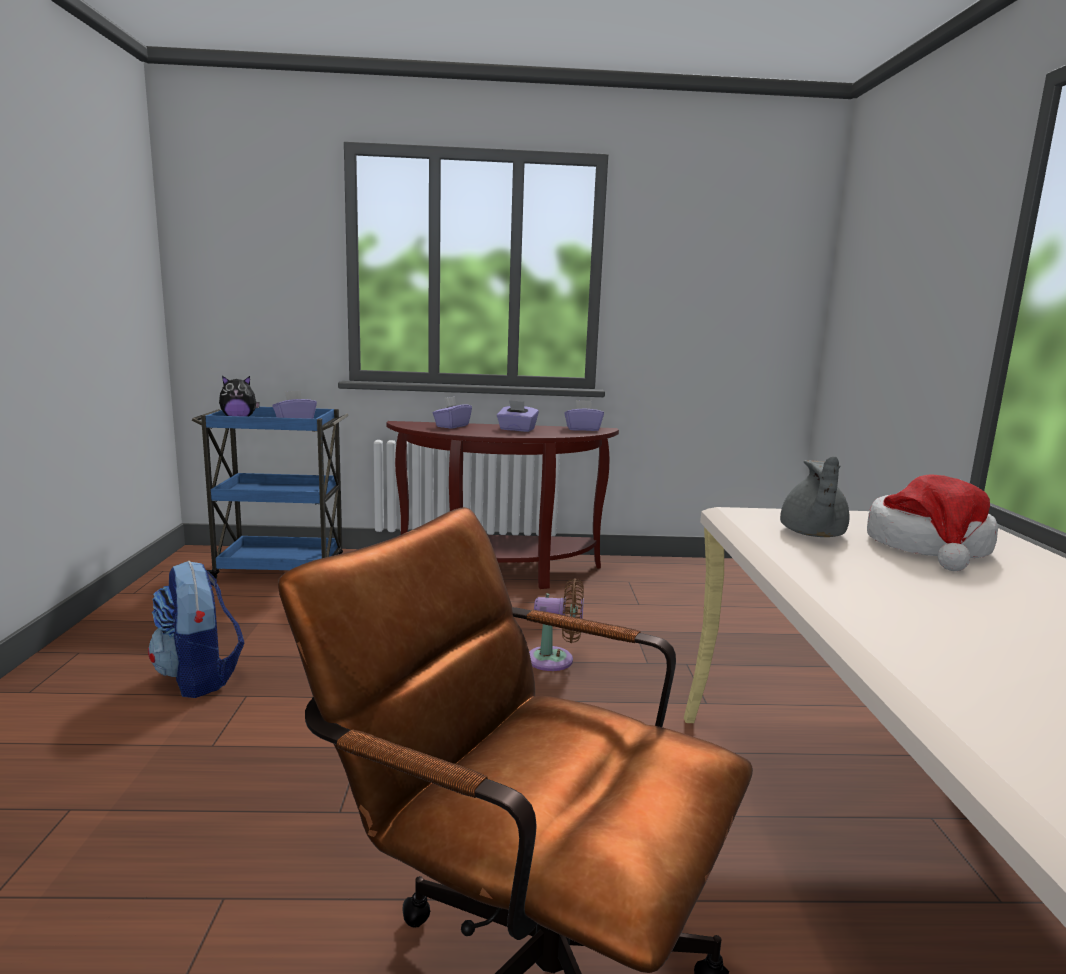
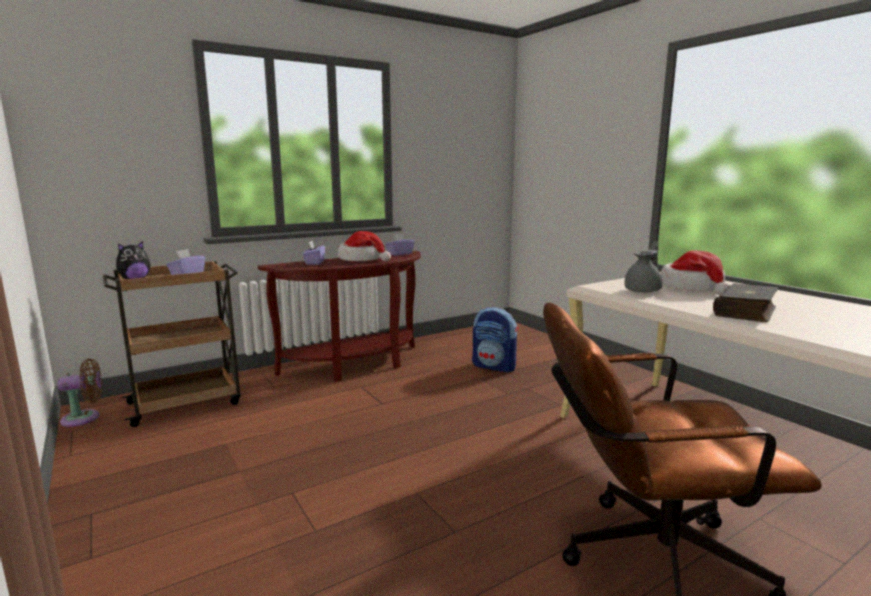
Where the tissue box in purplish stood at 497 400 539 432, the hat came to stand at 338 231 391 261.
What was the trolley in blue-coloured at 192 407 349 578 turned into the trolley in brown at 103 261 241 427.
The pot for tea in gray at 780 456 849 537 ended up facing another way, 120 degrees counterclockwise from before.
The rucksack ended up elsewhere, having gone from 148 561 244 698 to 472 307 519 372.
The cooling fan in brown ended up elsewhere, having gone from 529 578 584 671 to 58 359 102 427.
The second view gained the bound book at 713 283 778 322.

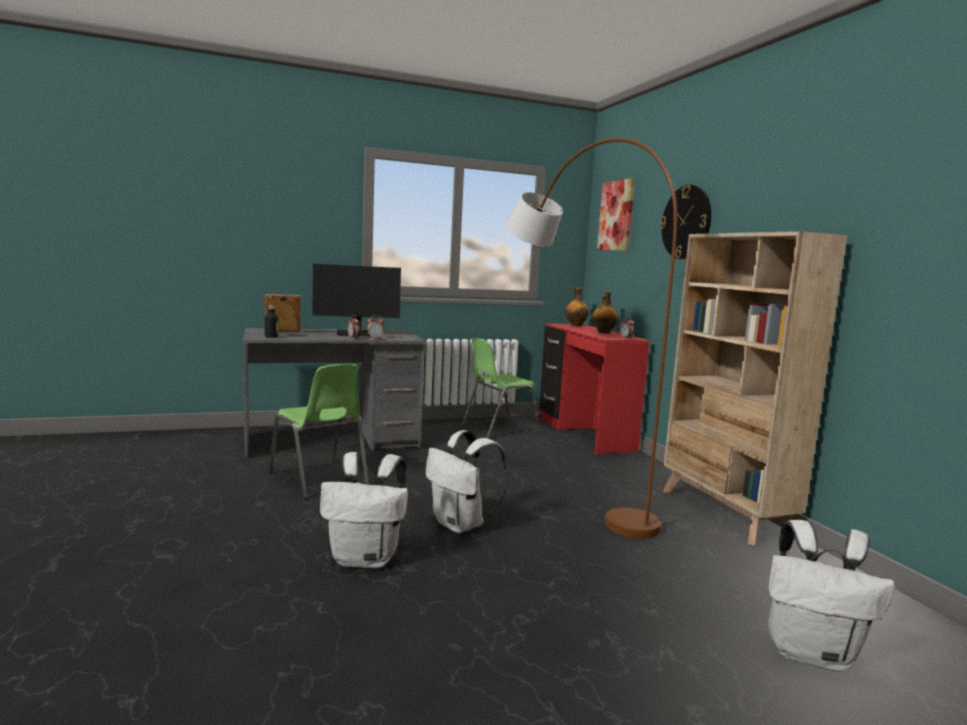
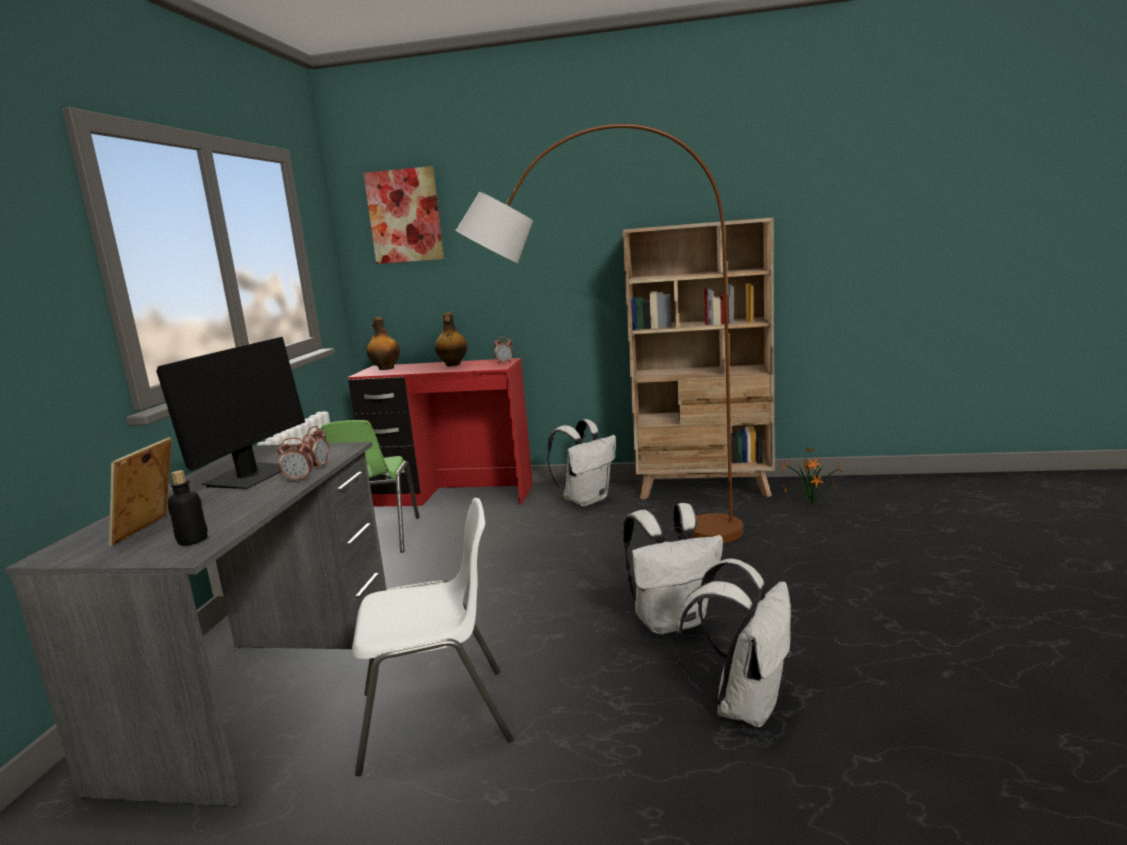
The second view lost the clock on the wall at 660 185 711 259.
What was the plain chair in green-coloured at 269 364 369 499 turned into the plain chair in white at 352 498 513 776.
The rucksack in white ended up elsewhere, having gone from 768 520 895 672 to 547 419 616 507.
The second view gained the potted plant at 781 447 843 504.

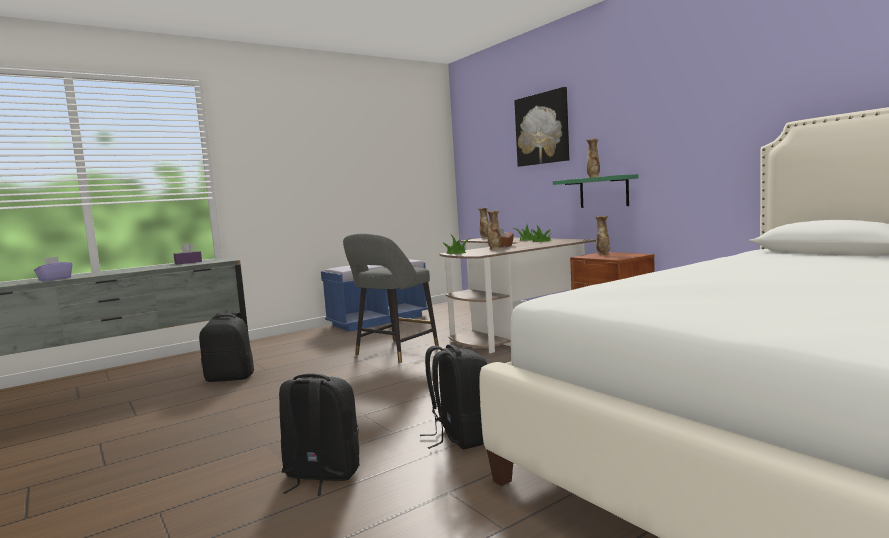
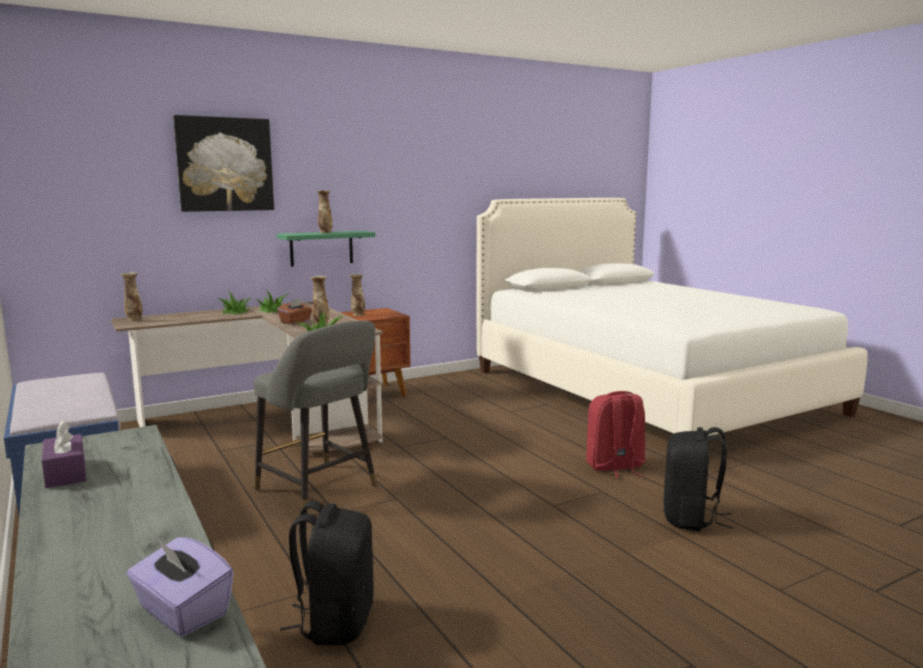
What was the rucksack in blackish at 420 345 487 449 turned into the rucksack in red-coloured at 586 391 646 478.

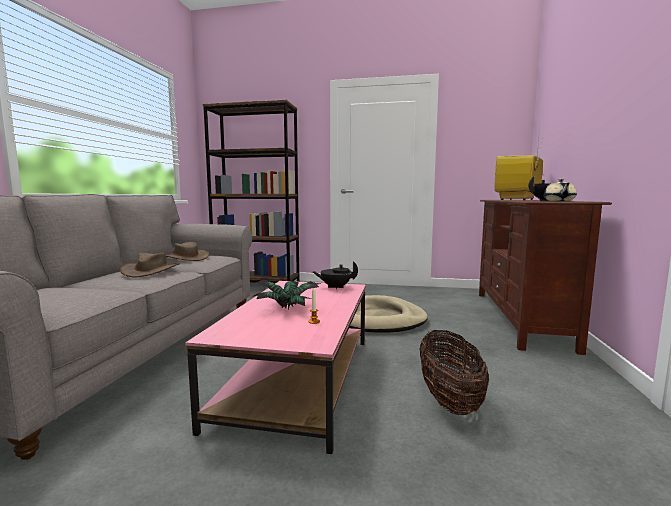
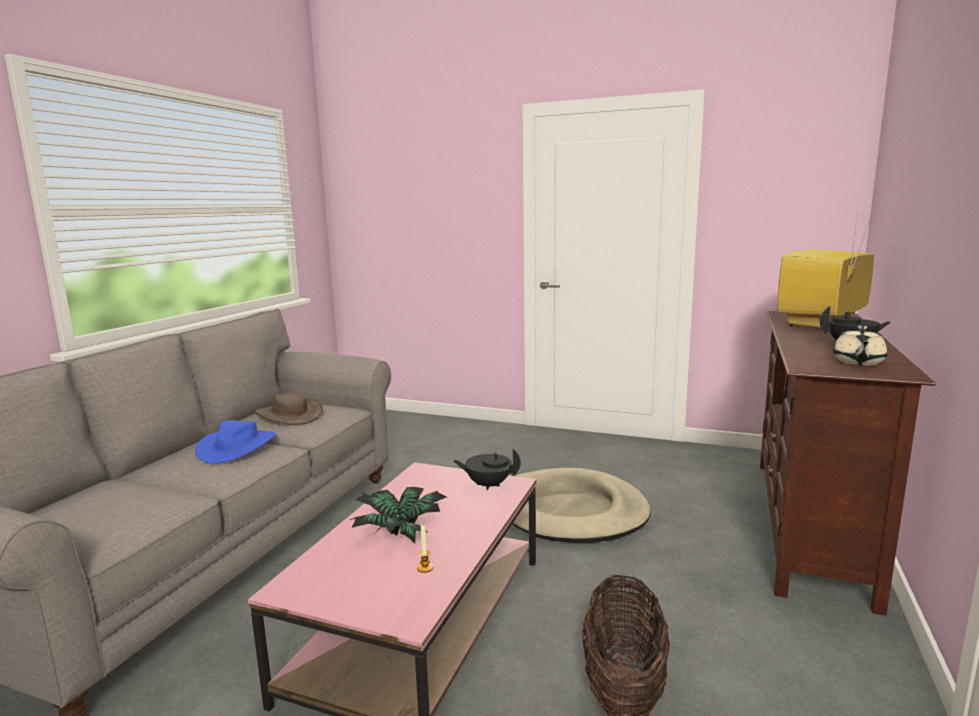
The second view lost the bookcase in brown at 203 100 299 283.
What was the hat in brown at 120 253 180 277 turned into the hat in blue-coloured at 195 420 276 464.

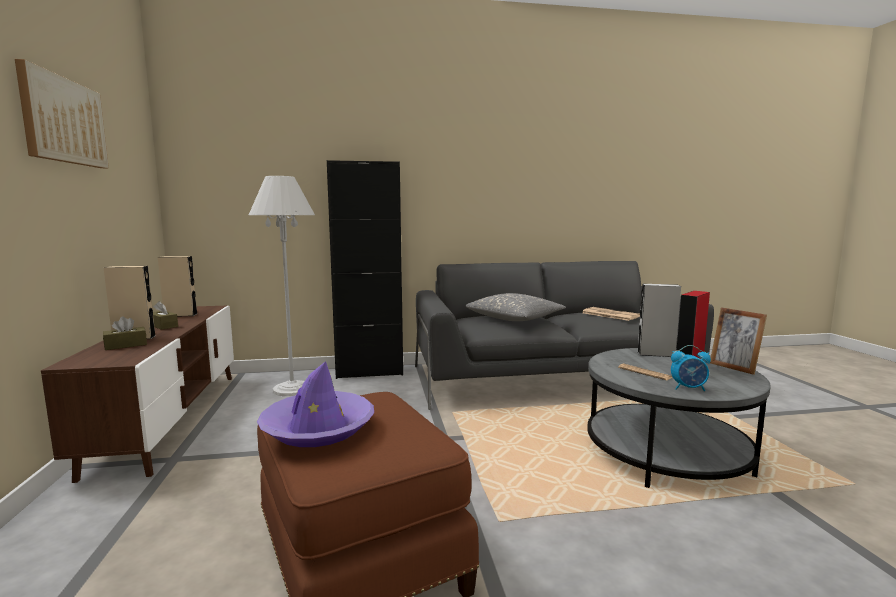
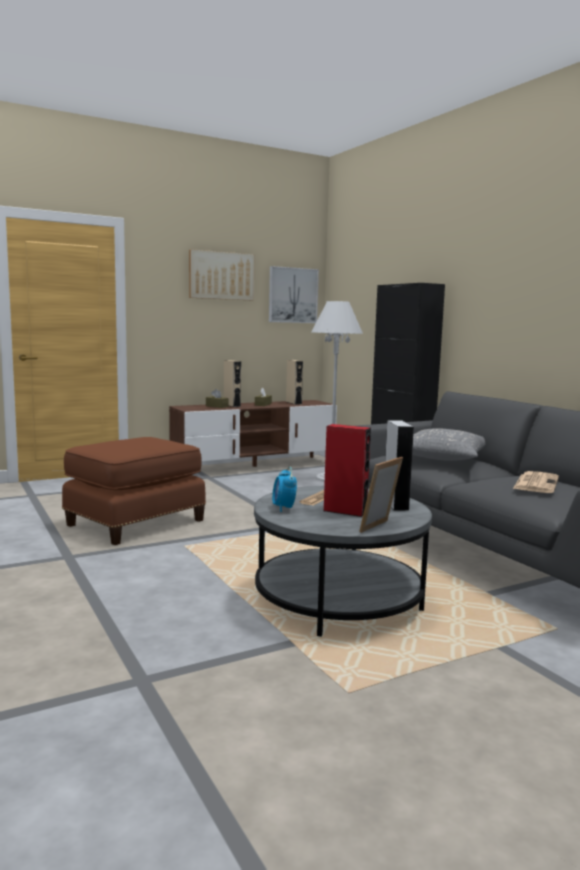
The second view lost the hat in purplish at 257 361 374 447.
The second view gained the wall art at 269 266 319 323.

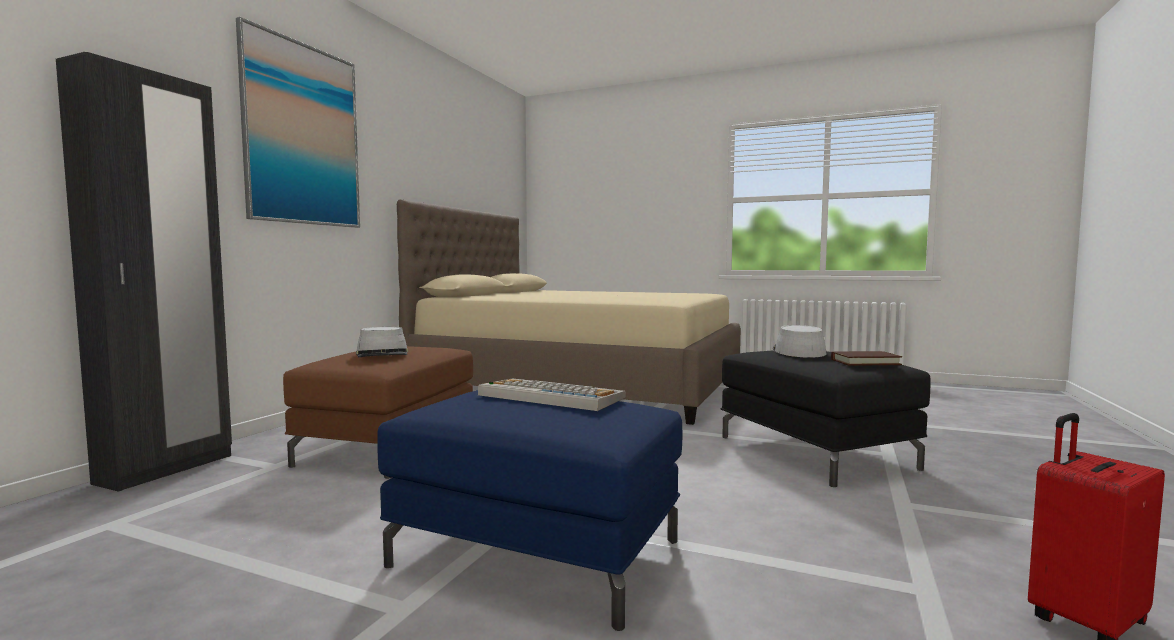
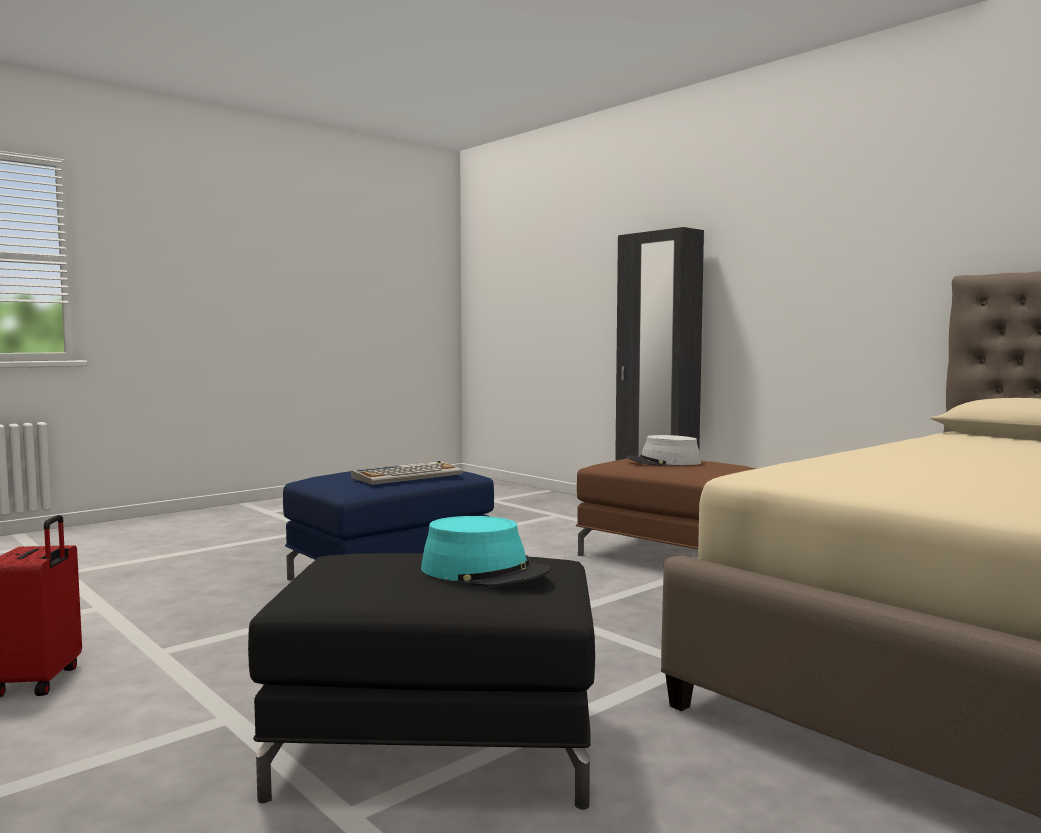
The second view lost the wall art at 236 17 360 228.
What was the hat in gray at 773 325 827 358 turned into the hat in blue-green at 421 516 551 587.
The second view lost the bound book in brown at 831 351 902 366.

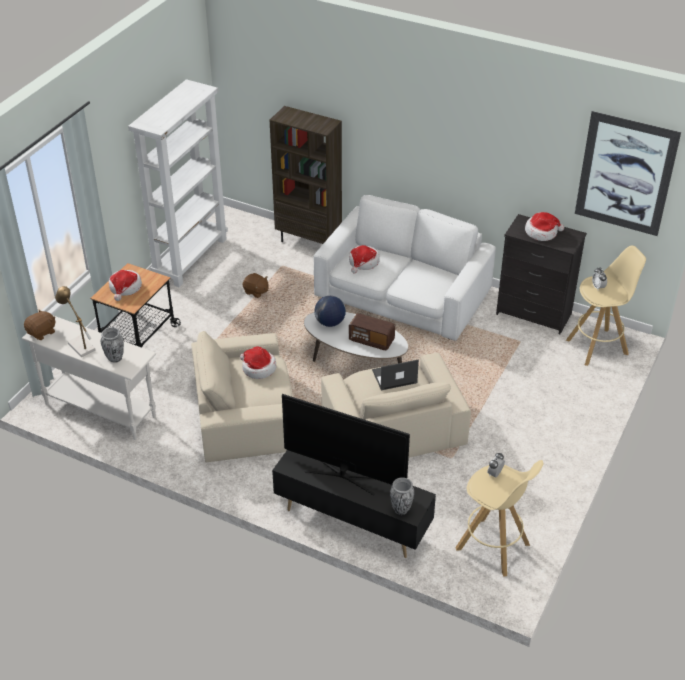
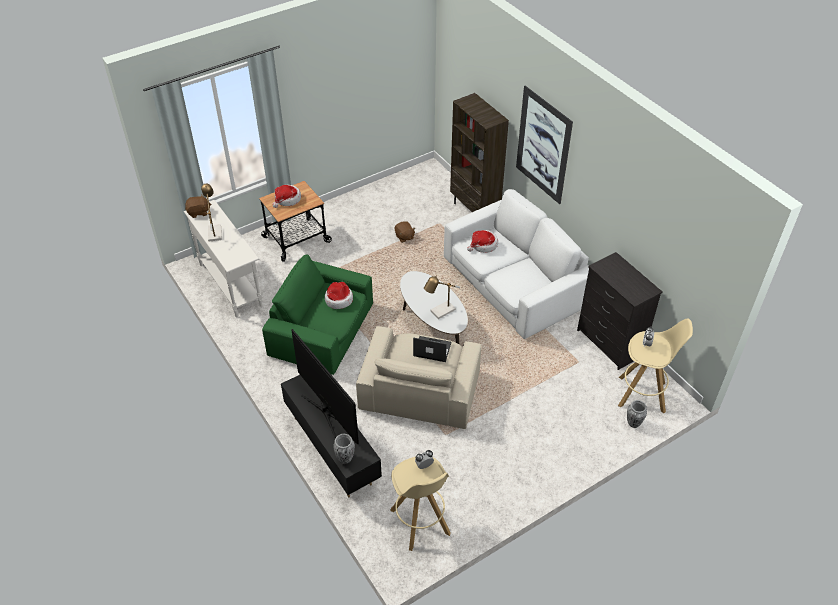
The second view lost the bookcase in white at 128 79 228 287.
The wall art ended up elsewhere, having gone from 575 111 681 236 to 516 85 573 204.
The second view lost the hat at 525 212 564 241.
The second view lost the globe at 314 296 346 327.
Where the radio receiver stood at 349 313 395 350, the tabletop lamp came to stand at 424 275 460 319.
The decorative vase ended up elsewhere, having gone from 101 327 124 363 to 627 400 647 428.
What was the easy chair in beige-coloured at 191 331 293 462 turned into the easy chair in green-coloured at 262 254 373 375.

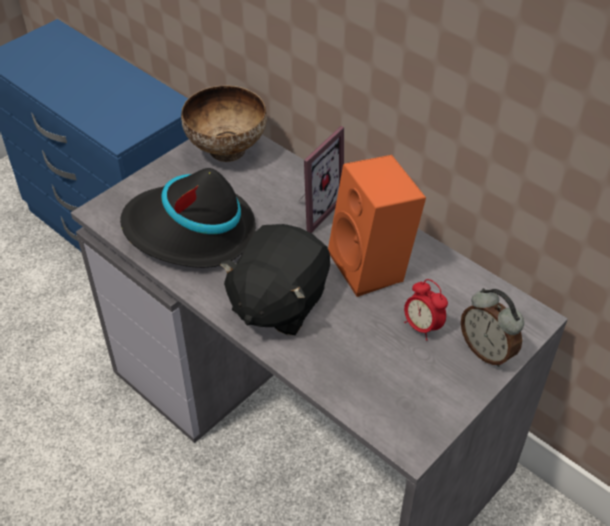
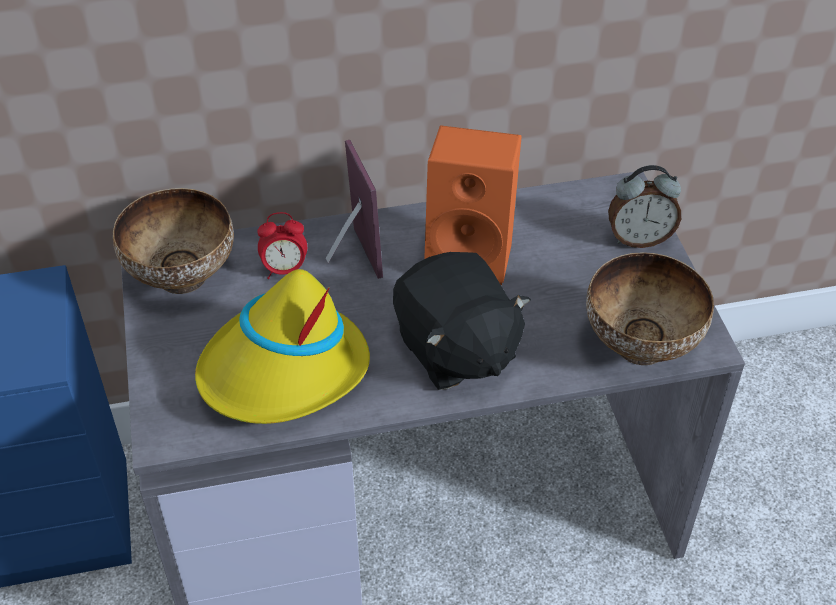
What was the hat in blackish at 120 168 256 268 turned into the hat in yellow-coloured at 195 269 370 424.
The alarm clock ended up elsewhere, having gone from 404 279 448 341 to 257 212 307 279.
The second view gained the deep dish at 586 252 714 365.

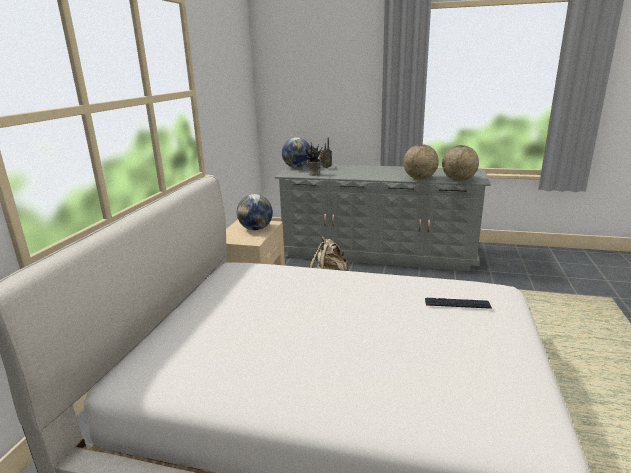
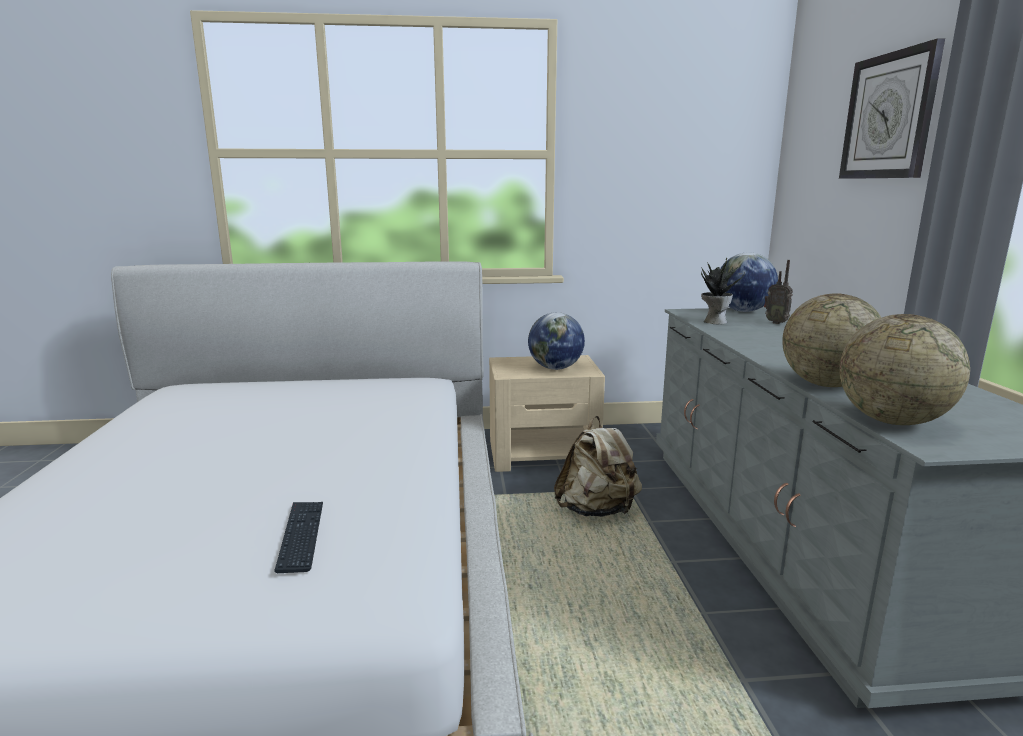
The second view gained the clock on the wall at 839 38 945 179.

